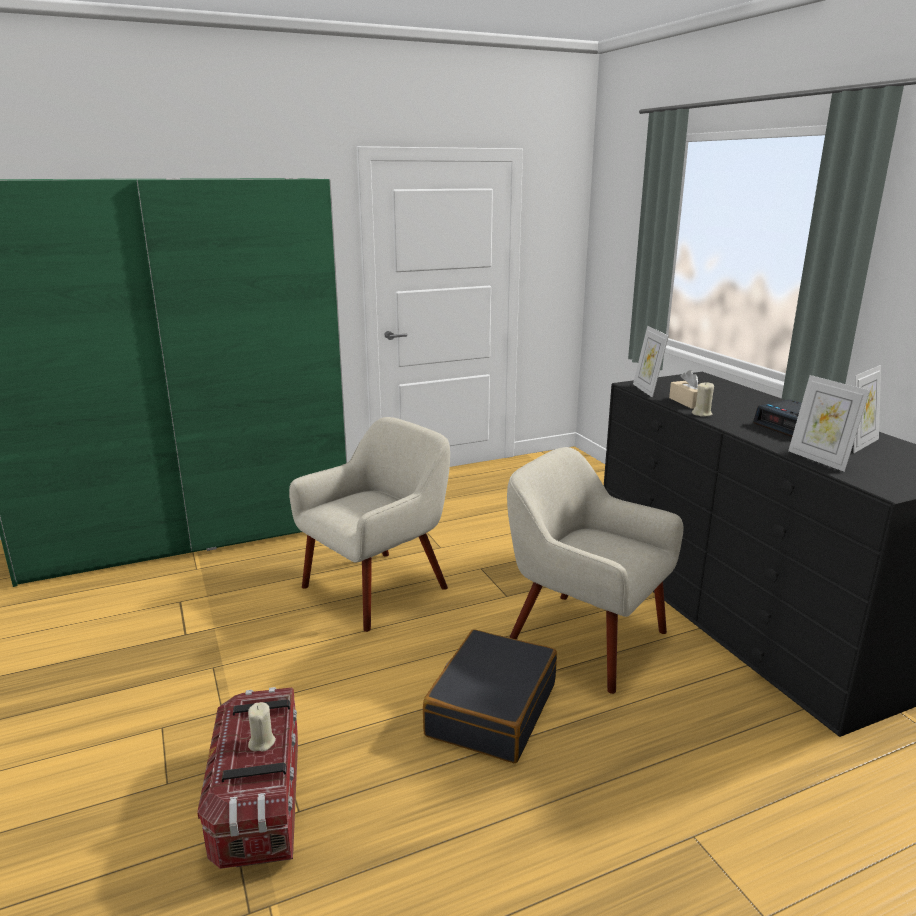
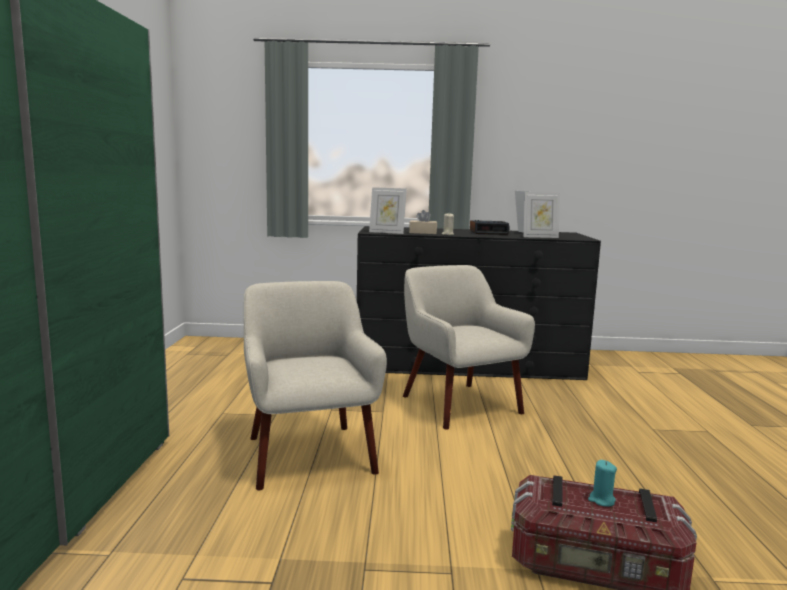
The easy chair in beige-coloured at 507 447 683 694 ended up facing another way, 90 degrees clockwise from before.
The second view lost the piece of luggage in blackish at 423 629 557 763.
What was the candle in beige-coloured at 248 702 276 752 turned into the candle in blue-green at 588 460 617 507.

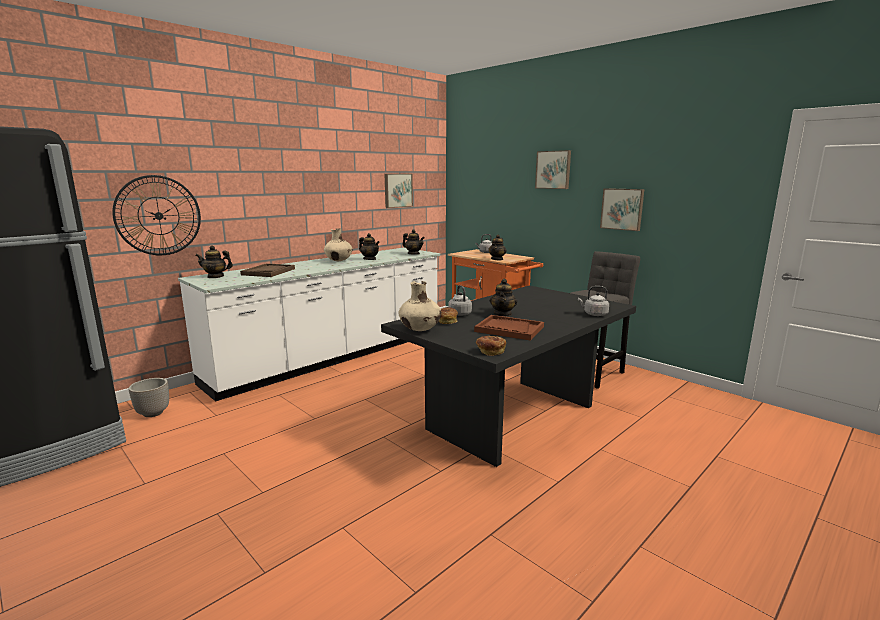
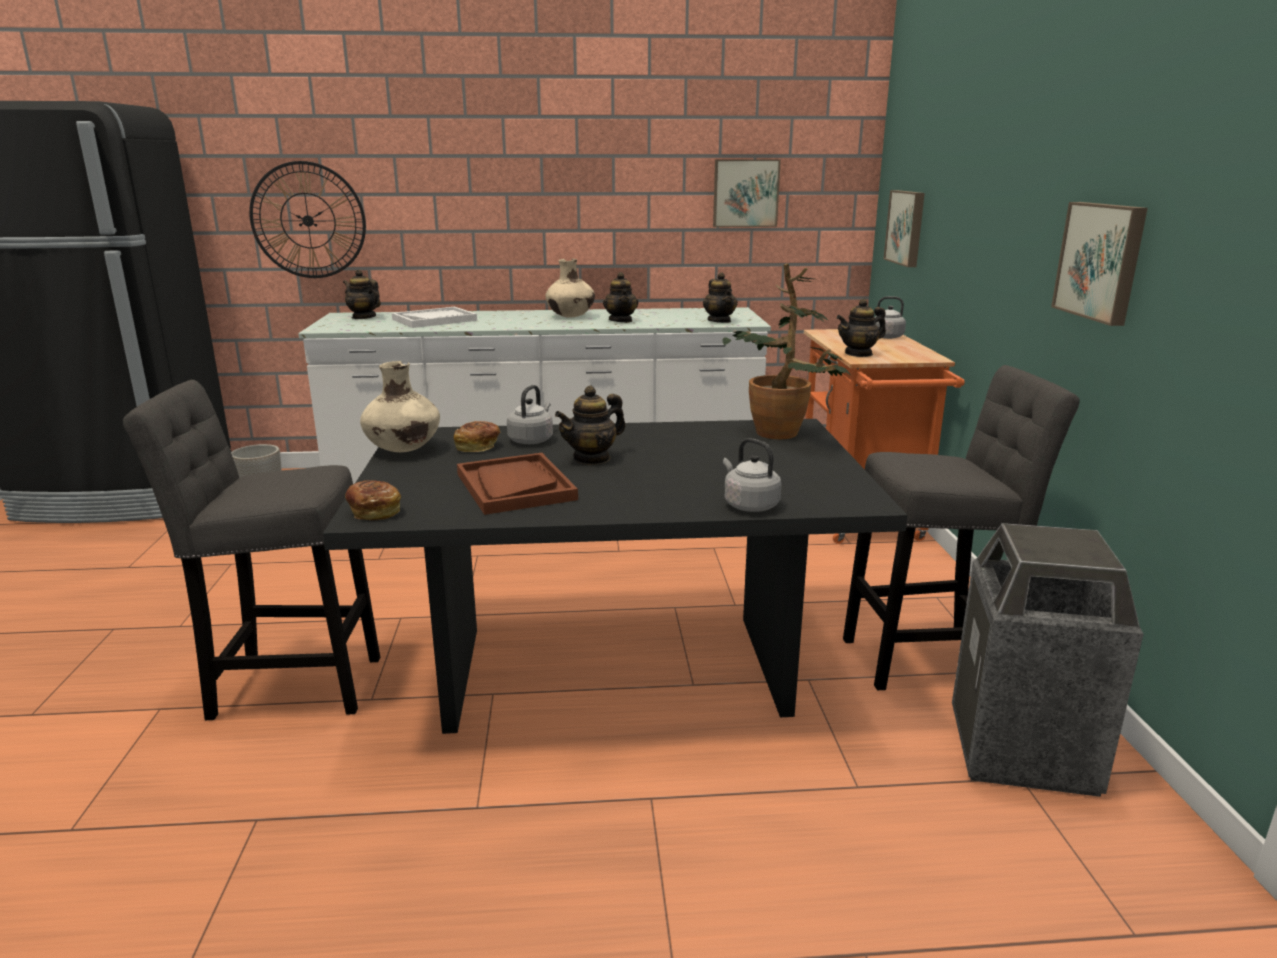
The wall art ended up elsewhere, having gone from 535 150 571 189 to 884 190 925 267.
What was the serving tray in brown at 240 263 295 277 turned into the serving tray in white at 392 307 477 328.
The second view gained the potted plant at 723 263 850 439.
The second view gained the stool seat in gray at 123 380 380 720.
The second view gained the waste bin at 952 523 1144 797.

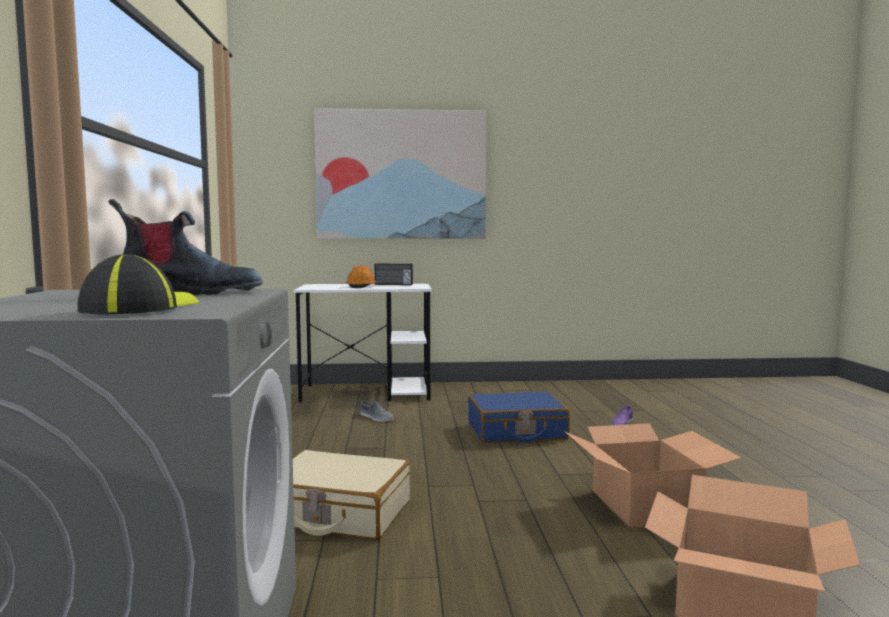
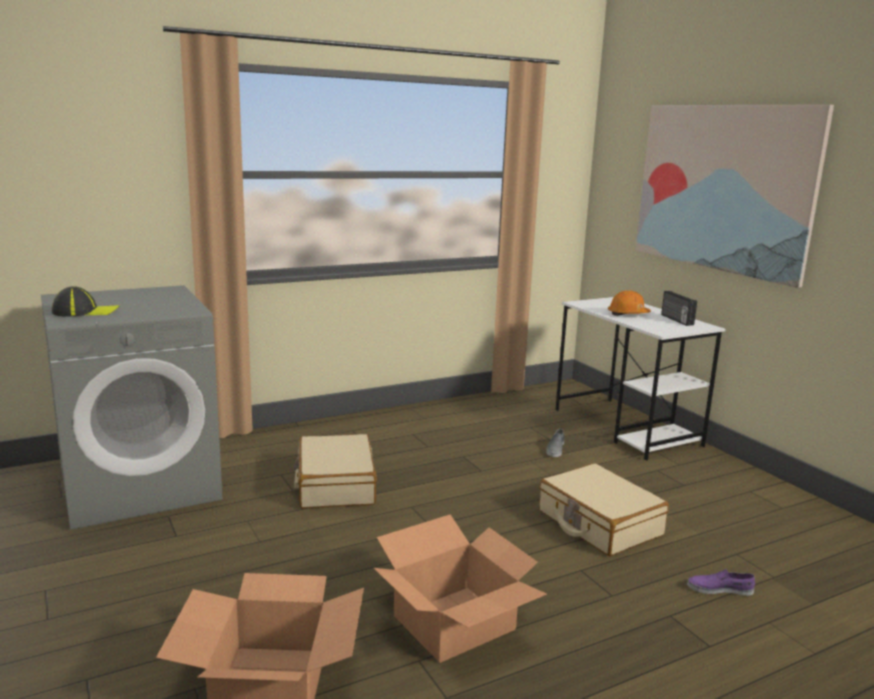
The second view lost the high-top boot at 109 199 263 295.
What was the piece of luggage in blue-coloured at 468 392 570 443 turned into the piece of luggage in beige-coloured at 539 463 669 556.

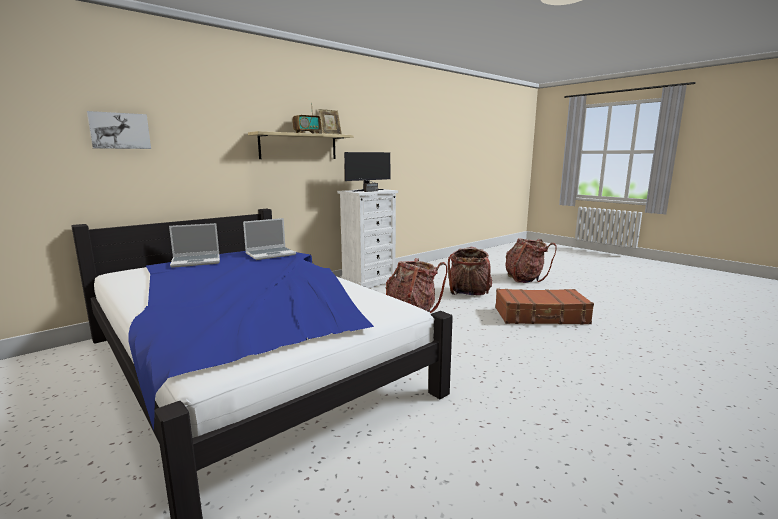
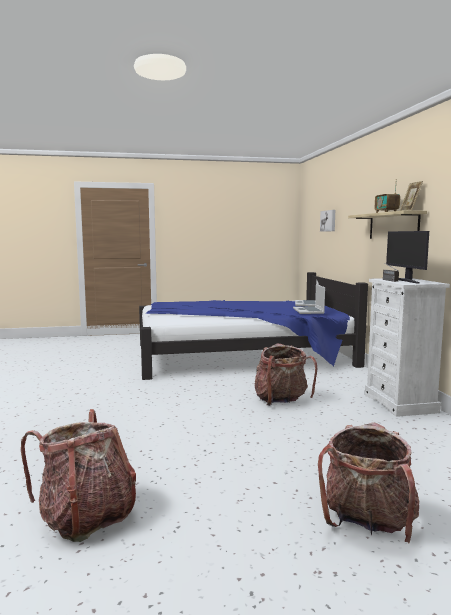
The rucksack ended up elsewhere, having gone from 448 247 492 296 to 21 409 136 542.
The second view lost the piece of luggage in brown at 495 289 594 324.

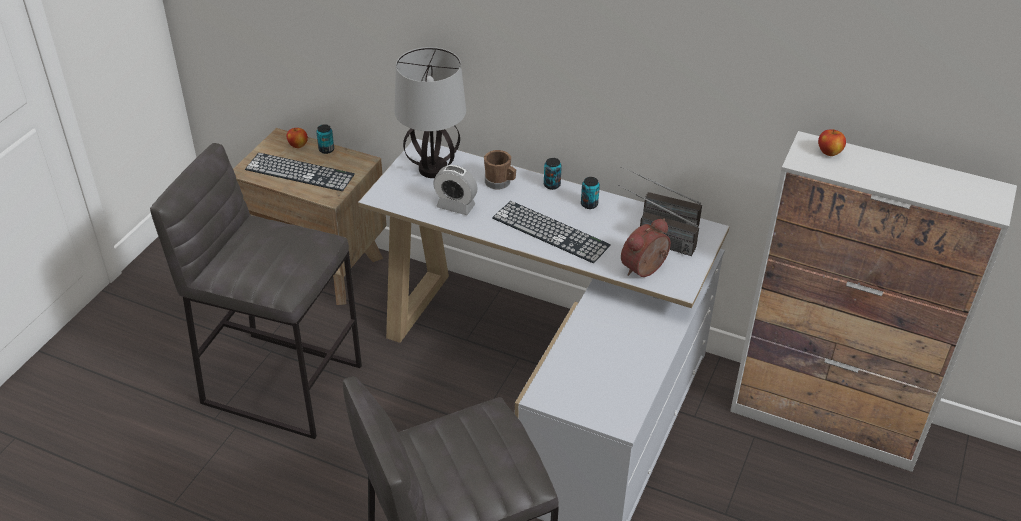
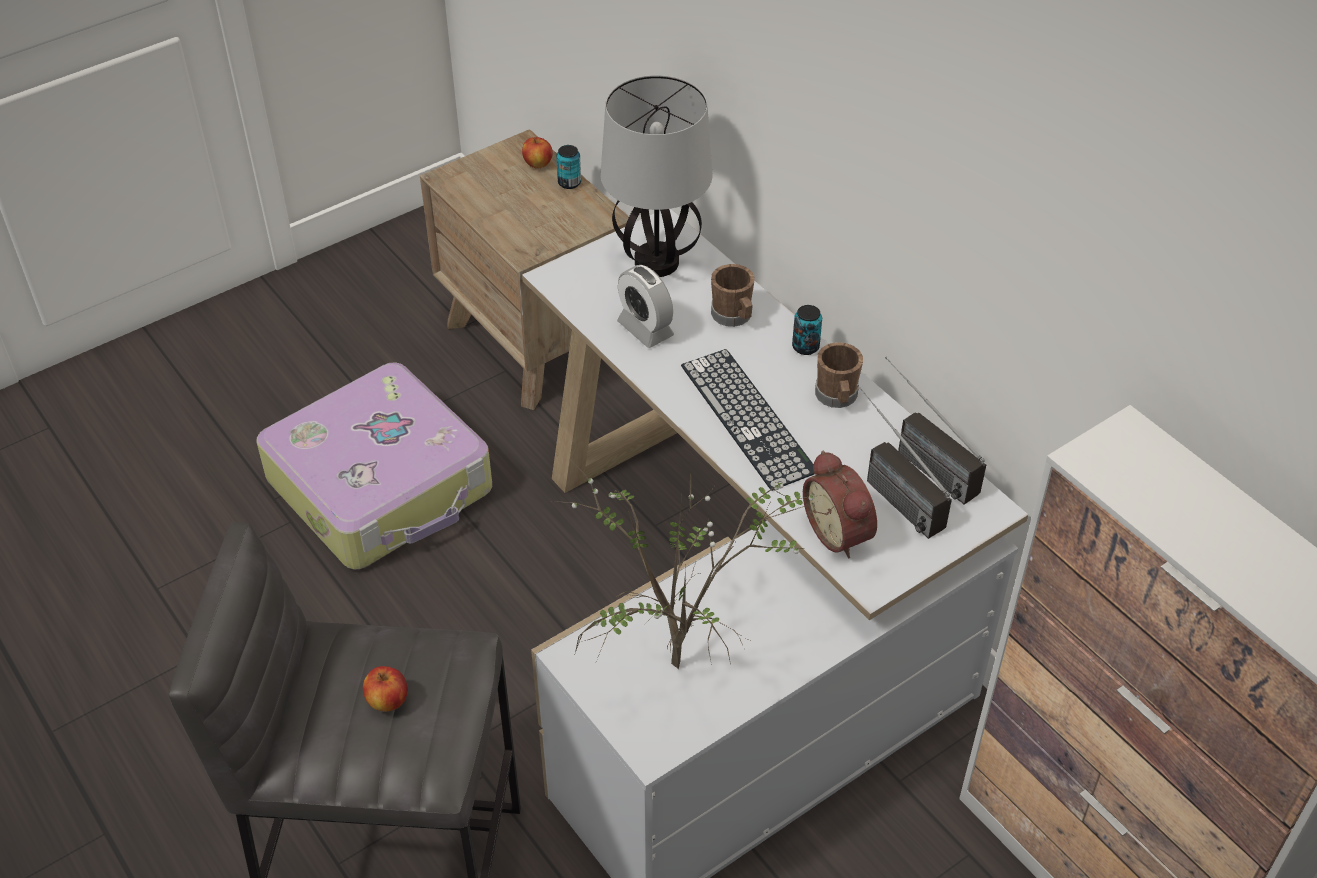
The apple fruit ended up elsewhere, having gone from 818 129 846 156 to 363 666 408 711.
Where the stool seat in gray stood at 150 143 362 439, the piece of luggage came to stand at 256 362 492 570.
The second view lost the computer keyboard at 245 153 355 191.
Where the can stood at 581 177 600 209, the coffee mug in brown came to stand at 815 342 863 408.
The alarm clock at 621 218 671 277 ended up facing another way, 105 degrees counterclockwise from before.
The second view gained the potted plant at 551 465 821 669.

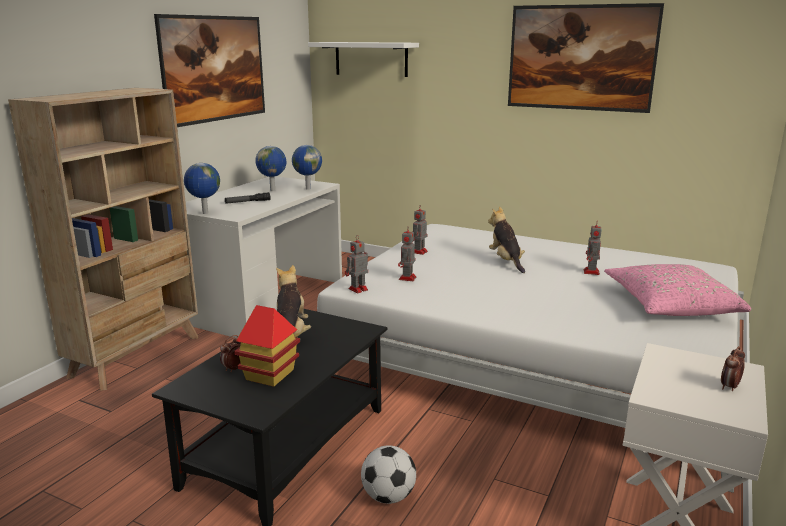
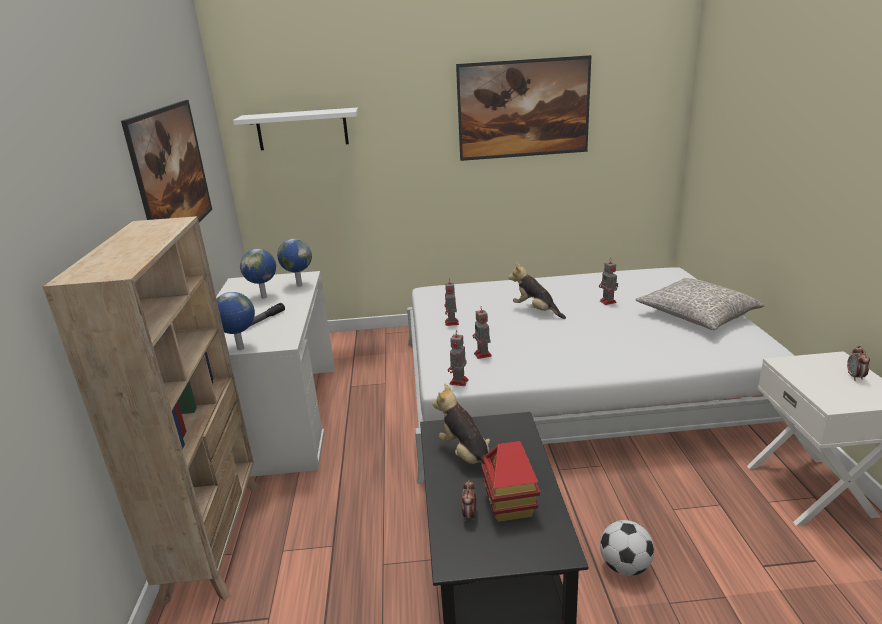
What was the throw pillow in pink at 604 264 751 316 turned into the throw pillow in gray at 635 278 765 330.

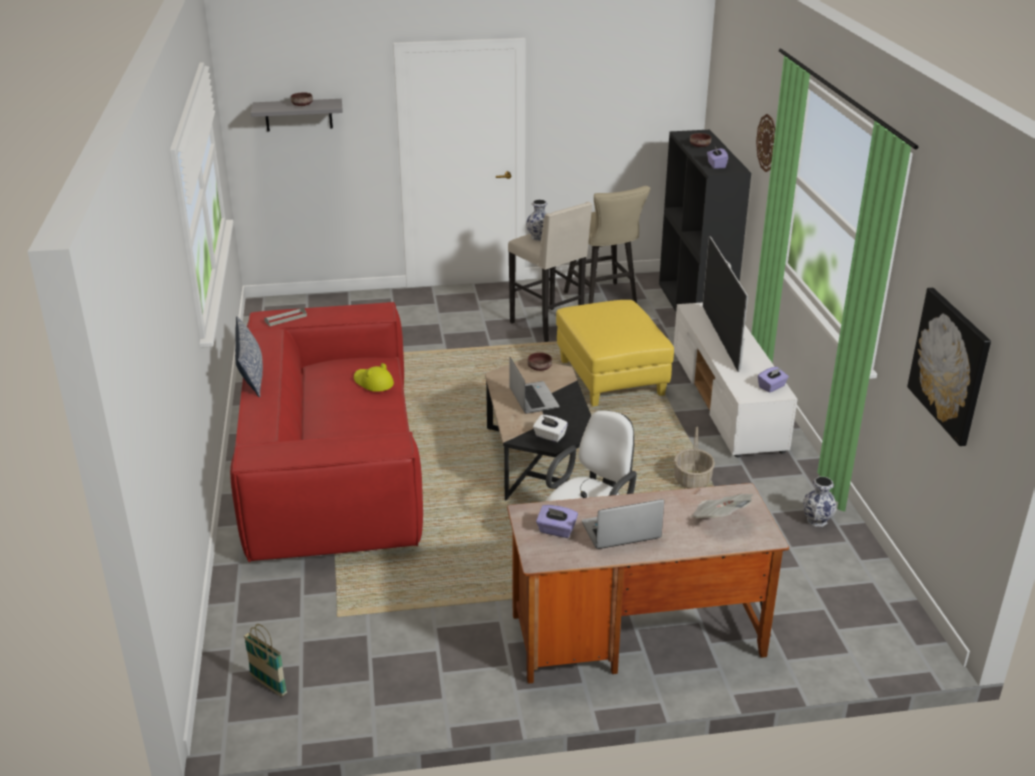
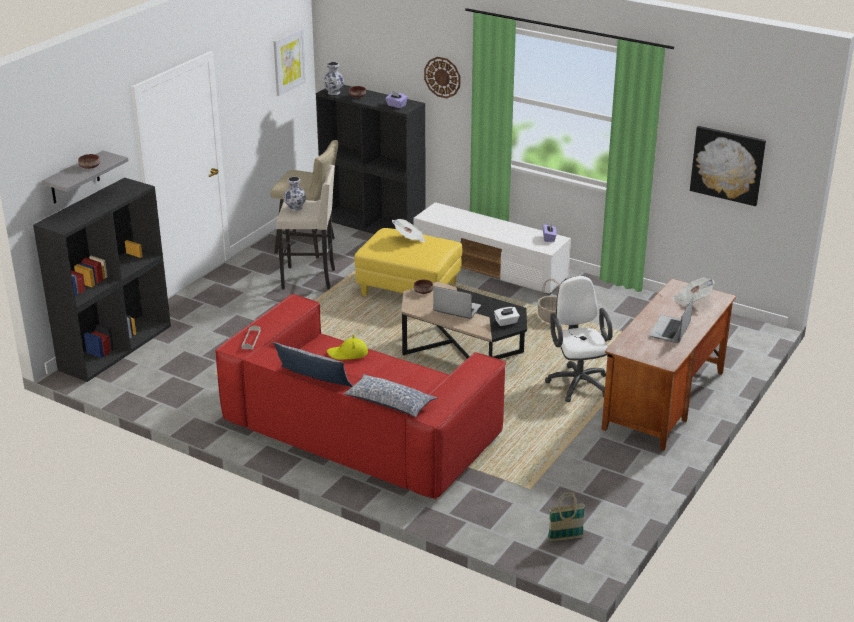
The second view lost the television at 703 236 748 372.
The decorative vase ended up elsewhere, having gone from 803 477 837 527 to 324 62 344 95.
The second view lost the tissue box in purplish at 536 505 578 538.
The second view gained the wall art at 274 28 306 96.
The second view gained the bookcase in blackish at 33 177 171 382.
The second view gained the daily paper at 392 219 425 242.
The second view gained the throw pillow at 343 374 437 417.

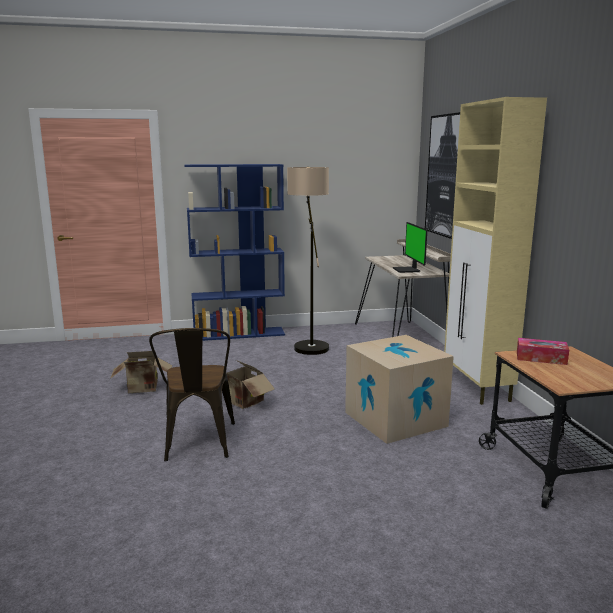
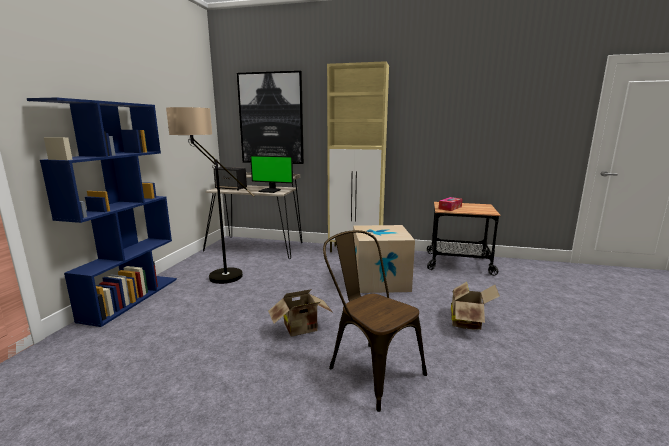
The plain chair in brown at 149 328 235 461 ended up facing another way, 150 degrees counterclockwise from before.
The carton ended up elsewhere, having gone from 110 351 172 393 to 451 282 500 330.
The second view gained the loudspeaker at 214 167 247 191.

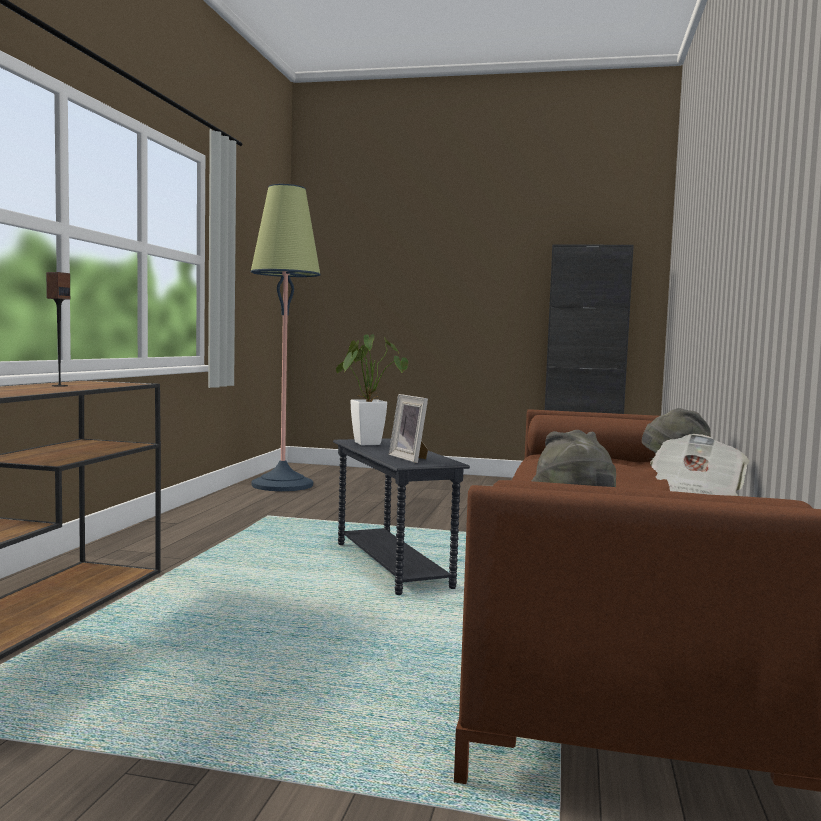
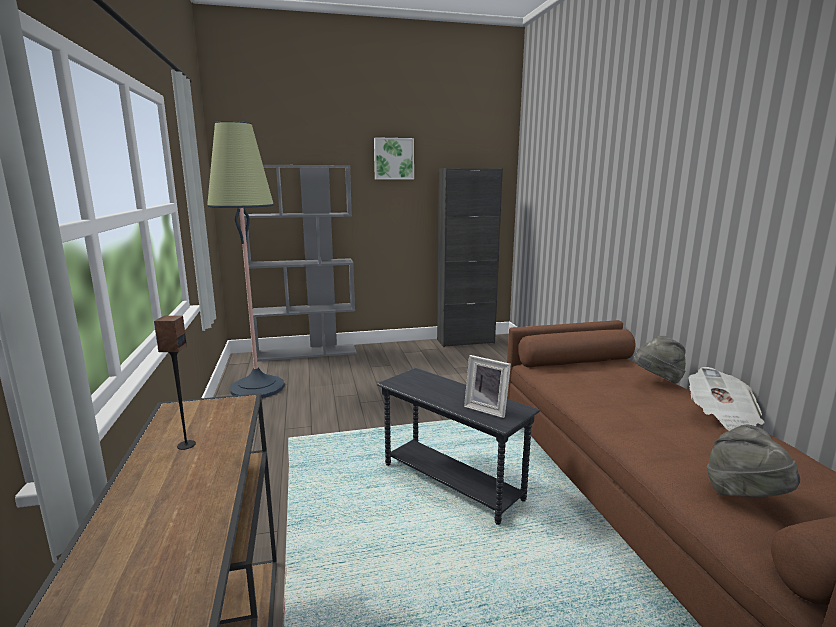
The second view lost the potted plant at 336 334 409 445.
The second view gained the wall art at 374 137 414 179.
The second view gained the bookcase in gray at 244 165 357 361.

